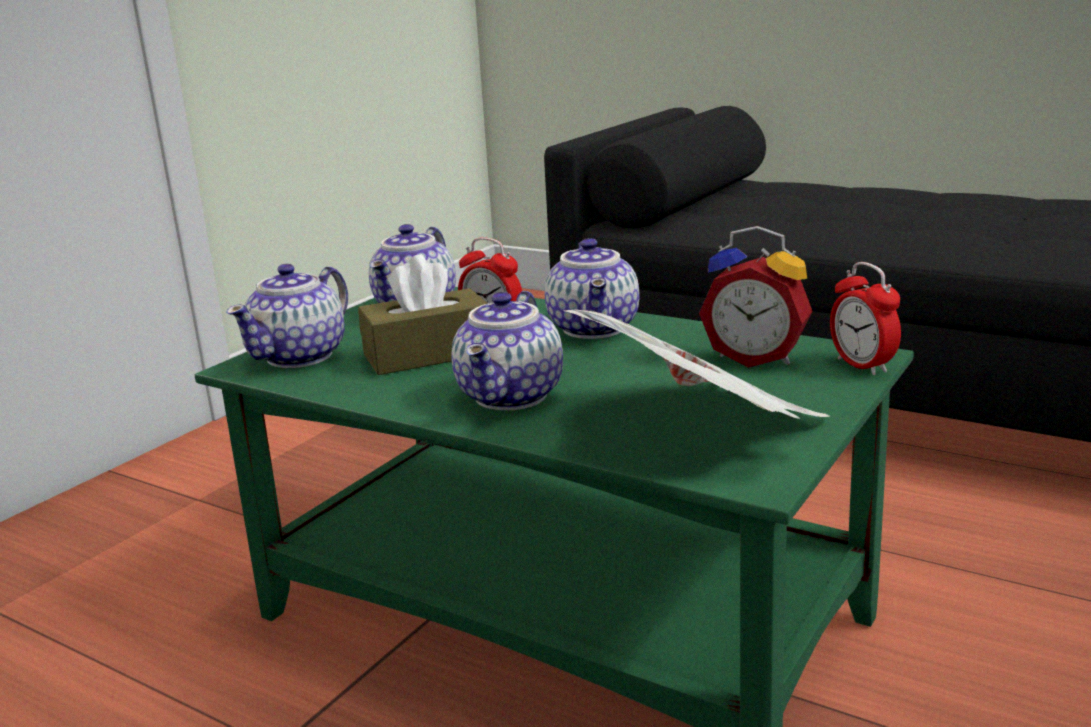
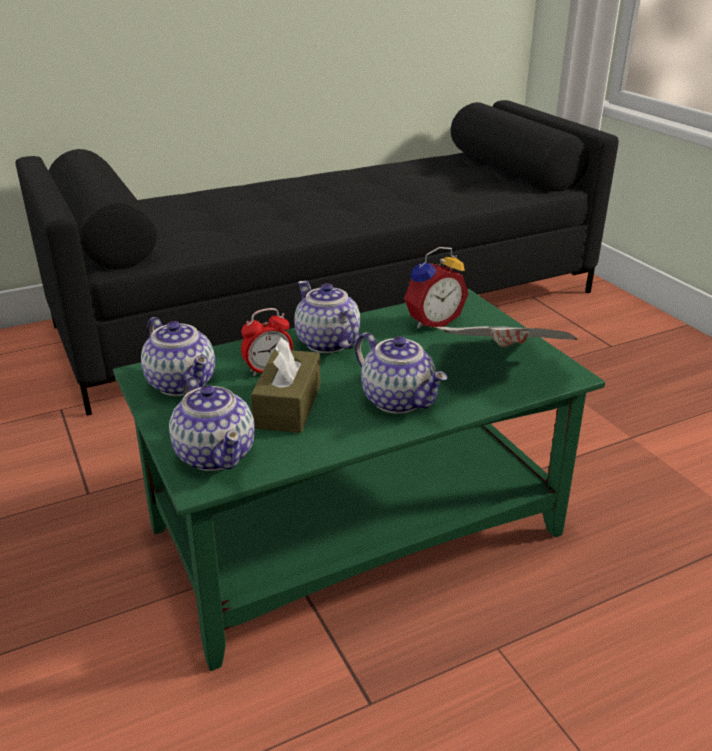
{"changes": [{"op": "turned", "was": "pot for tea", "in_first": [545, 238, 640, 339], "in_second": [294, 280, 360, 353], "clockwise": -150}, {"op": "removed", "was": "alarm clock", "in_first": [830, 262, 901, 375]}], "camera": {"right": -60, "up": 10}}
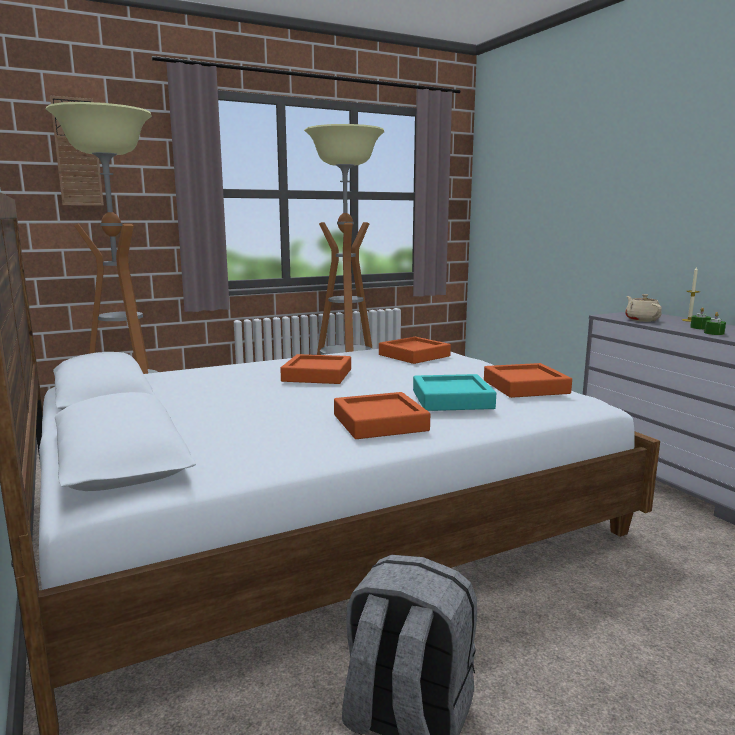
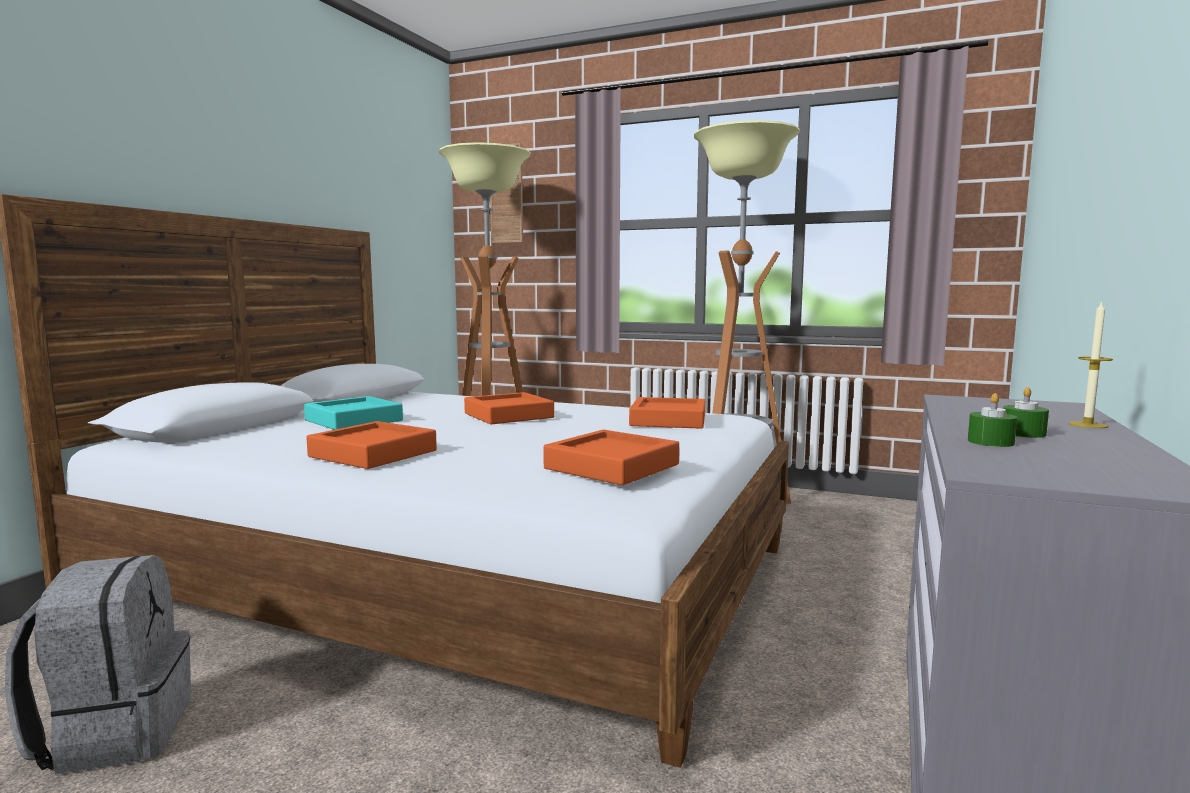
{"changes": [{"op": "removed", "was": "sand-coloured pot for tea", "in_first": [625, 294, 662, 322]}, {"op": "moved", "was": "turquoise-coloured tray", "in_first": [413, 374, 496, 411], "in_second": [304, 396, 403, 430]}], "camera": {"right": 50, "up": -5}}
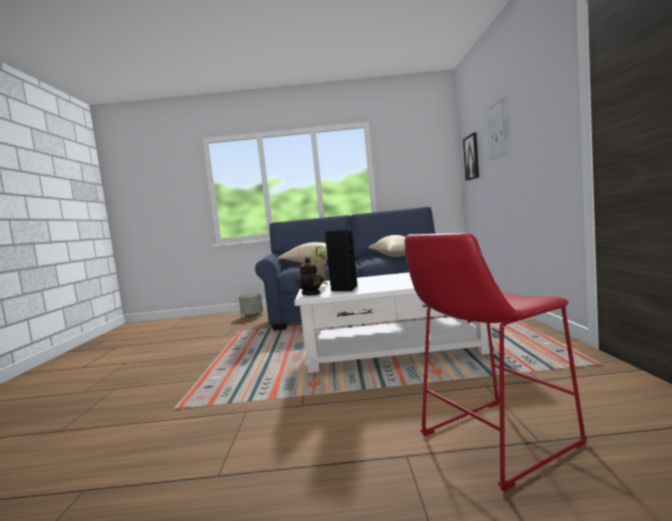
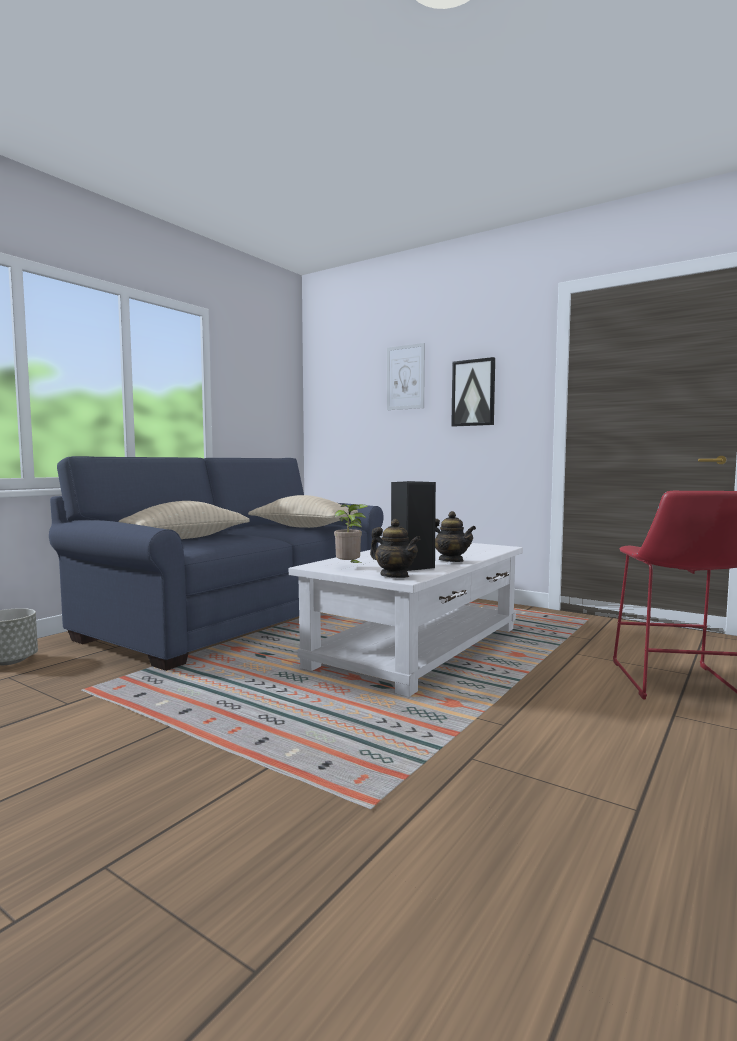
{"changes": [{"op": "moved", "was": "wall art", "in_first": [463, 132, 479, 181], "in_second": [451, 357, 495, 427]}, {"op": "added", "now": "pot for tea", "in_second": [435, 511, 476, 562]}], "camera": {"right": -55, "up": 0}}
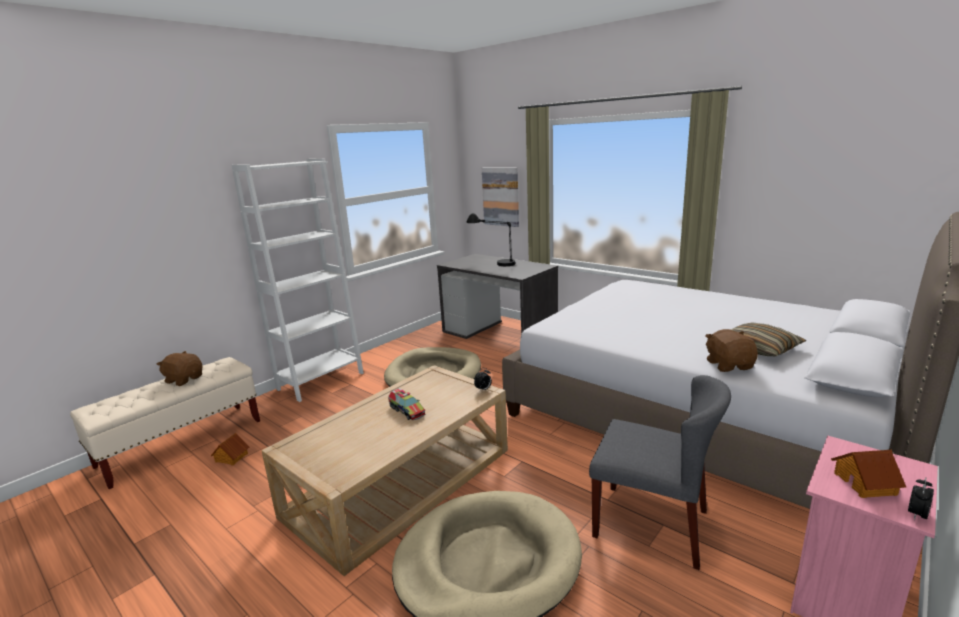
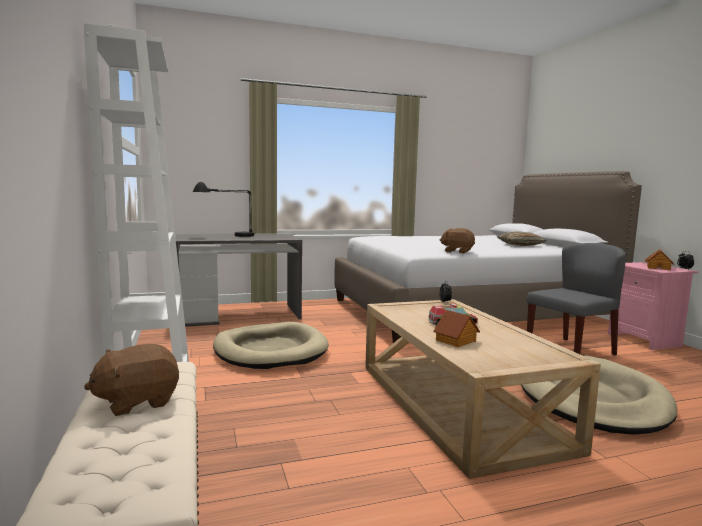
{"changes": [{"op": "removed", "was": "wall art", "in_first": [482, 167, 519, 227]}, {"op": "moved", "was": "brown-coloured soft toy", "in_first": [705, 329, 758, 372], "in_second": [440, 228, 475, 253]}, {"op": "moved", "was": "toy house", "in_first": [211, 433, 249, 465], "in_second": [434, 310, 480, 348]}], "camera": {"right": -60, "up": -10}}
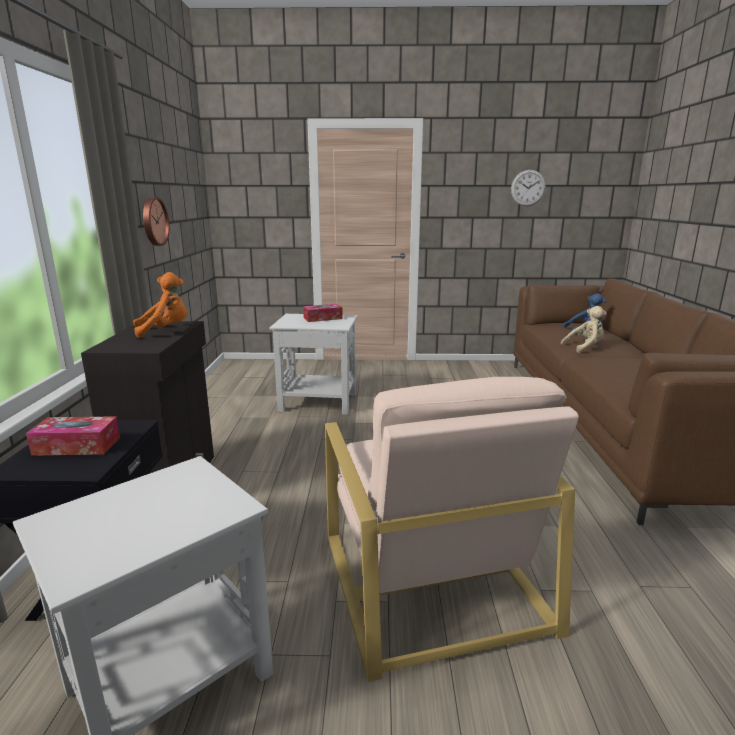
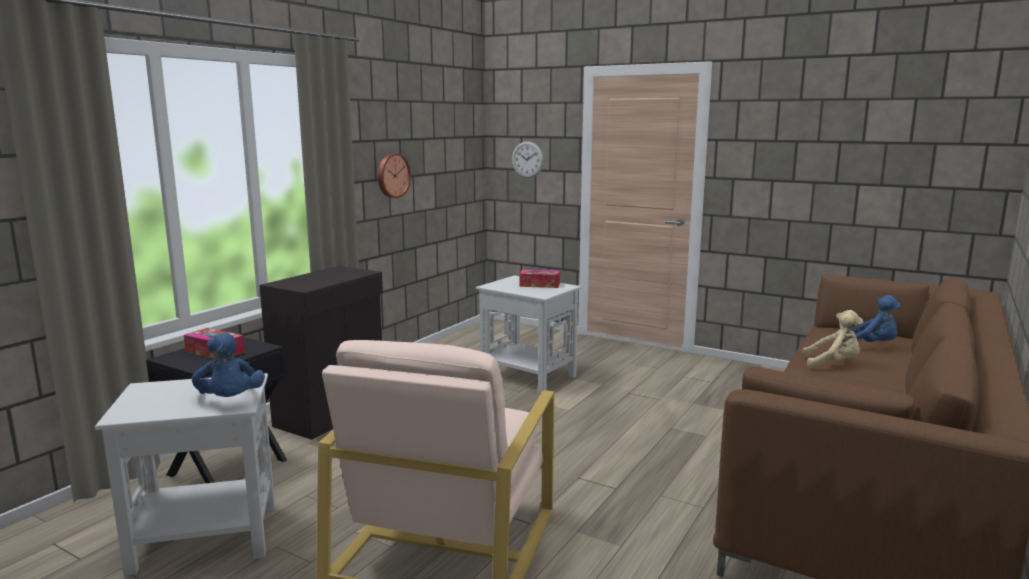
{"changes": [{"op": "moved", "was": "wall clock", "in_first": [511, 170, 546, 206], "in_second": [512, 141, 544, 178]}, {"op": "removed", "was": "orange soft toy", "in_first": [133, 272, 187, 338]}, {"op": "added", "now": "bluish soft toy", "in_second": [192, 333, 265, 397]}], "camera": {"right": 30, "up": -5}}
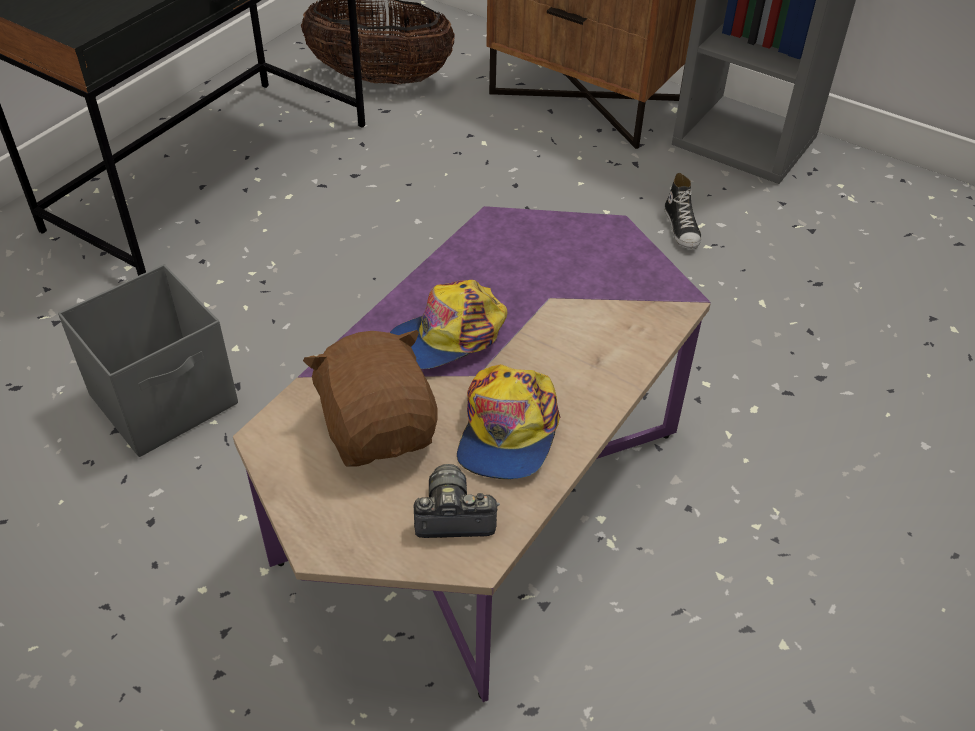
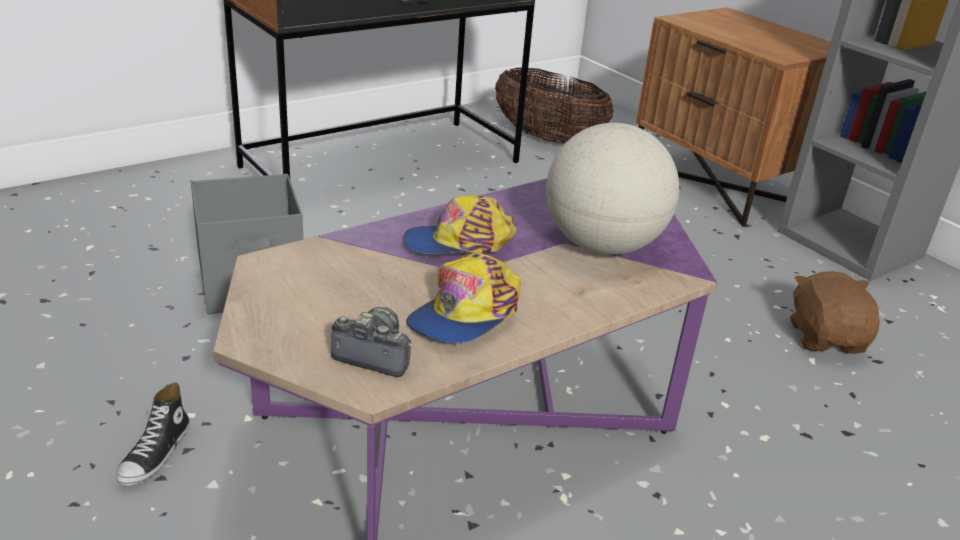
{"changes": [{"op": "moved", "was": "low shoe", "in_first": [664, 173, 701, 249], "in_second": [116, 382, 190, 486]}, {"op": "moved", "was": "brown-coloured soft toy", "in_first": [303, 330, 438, 467], "in_second": [790, 271, 880, 354]}, {"op": "added", "now": "globe", "in_second": [546, 123, 679, 255]}], "camera": {"right": 20, "up": -15}}
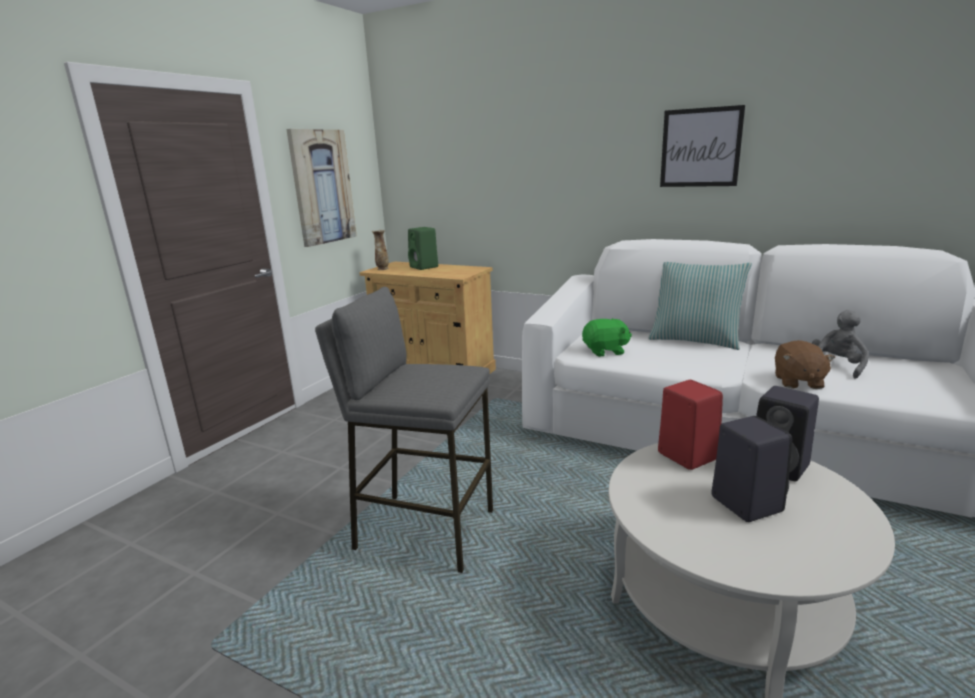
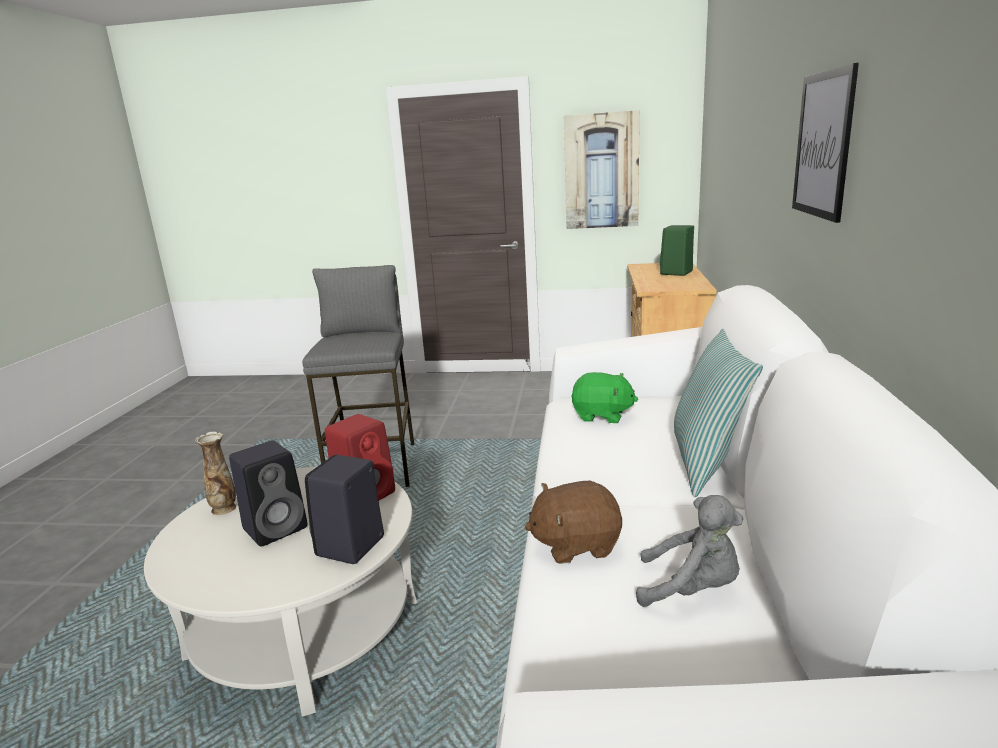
{"changes": [{"op": "moved", "was": "vase", "in_first": [372, 230, 389, 270], "in_second": [195, 431, 236, 515]}, {"op": "turned", "was": "green soft toy", "in_first": [582, 318, 632, 357], "in_second": [571, 372, 638, 423], "clockwise": -45}], "camera": {"right": 70, "up": 0}}
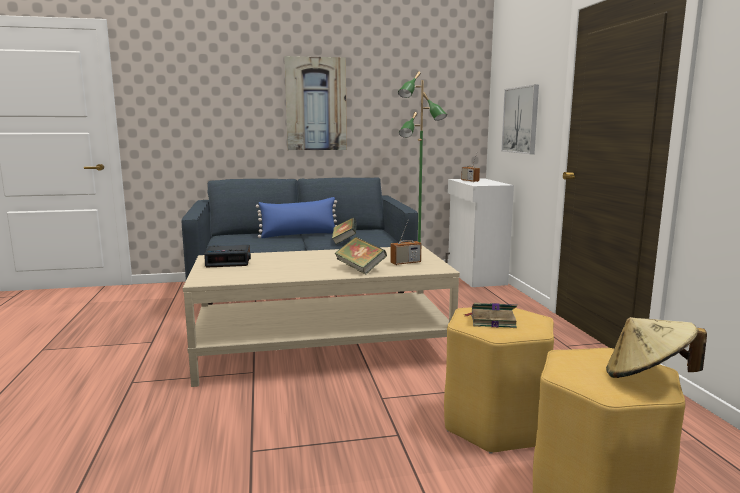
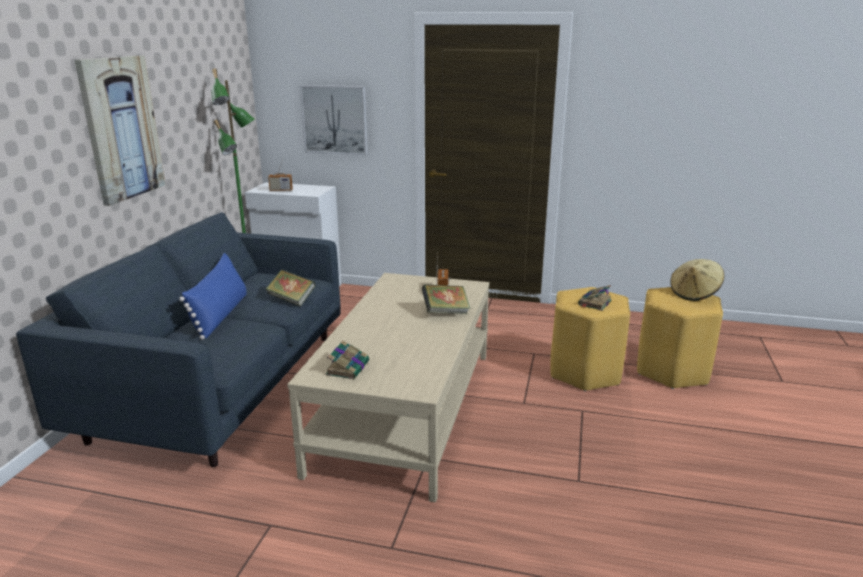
{"changes": [{"op": "replaced", "was": "alarm clock", "now": "volume", "in_first": [204, 245, 251, 267], "in_second": [326, 340, 369, 379]}], "camera": {"right": -65, "up": 10}}
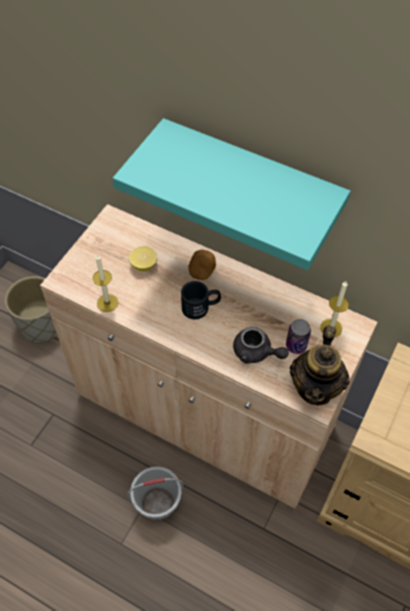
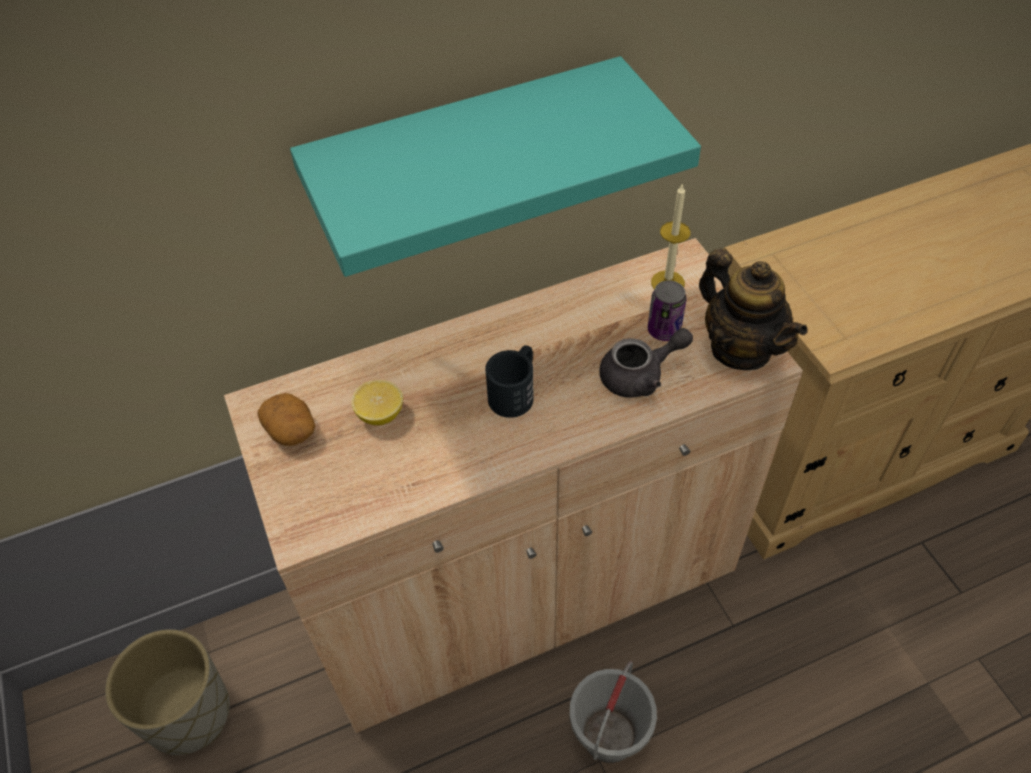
{"changes": [{"op": "moved", "was": "potato", "in_first": [189, 249, 216, 280], "in_second": [258, 393, 315, 446]}, {"op": "removed", "was": "wax candle", "in_first": [93, 254, 118, 312]}], "camera": {"right": -50, "up": -5}}
